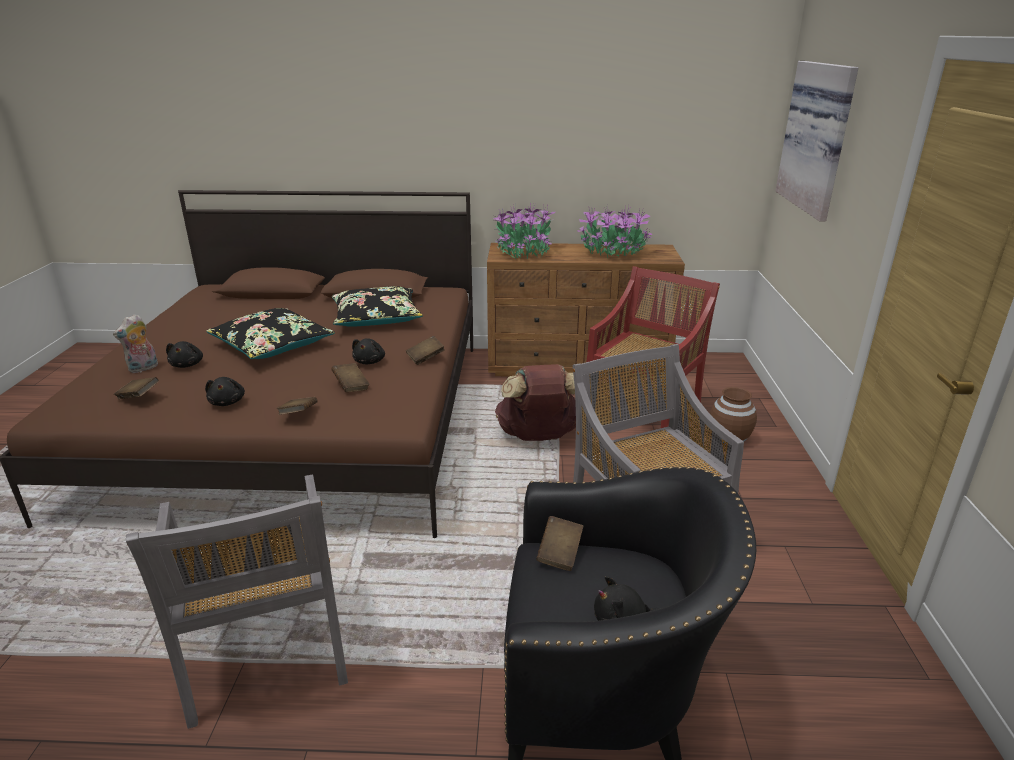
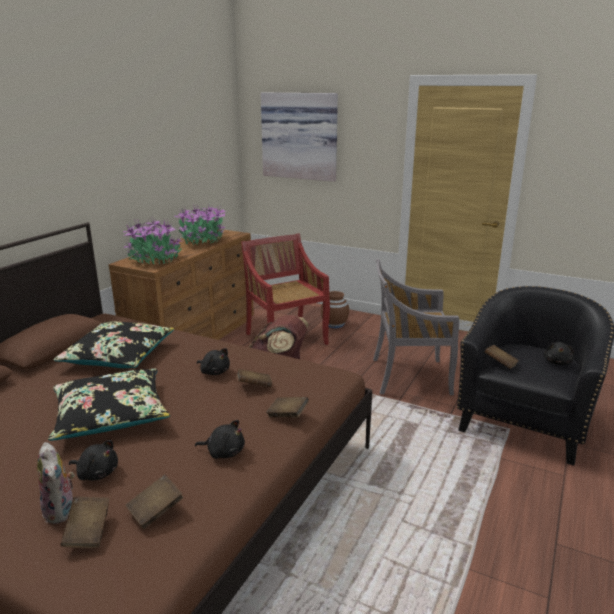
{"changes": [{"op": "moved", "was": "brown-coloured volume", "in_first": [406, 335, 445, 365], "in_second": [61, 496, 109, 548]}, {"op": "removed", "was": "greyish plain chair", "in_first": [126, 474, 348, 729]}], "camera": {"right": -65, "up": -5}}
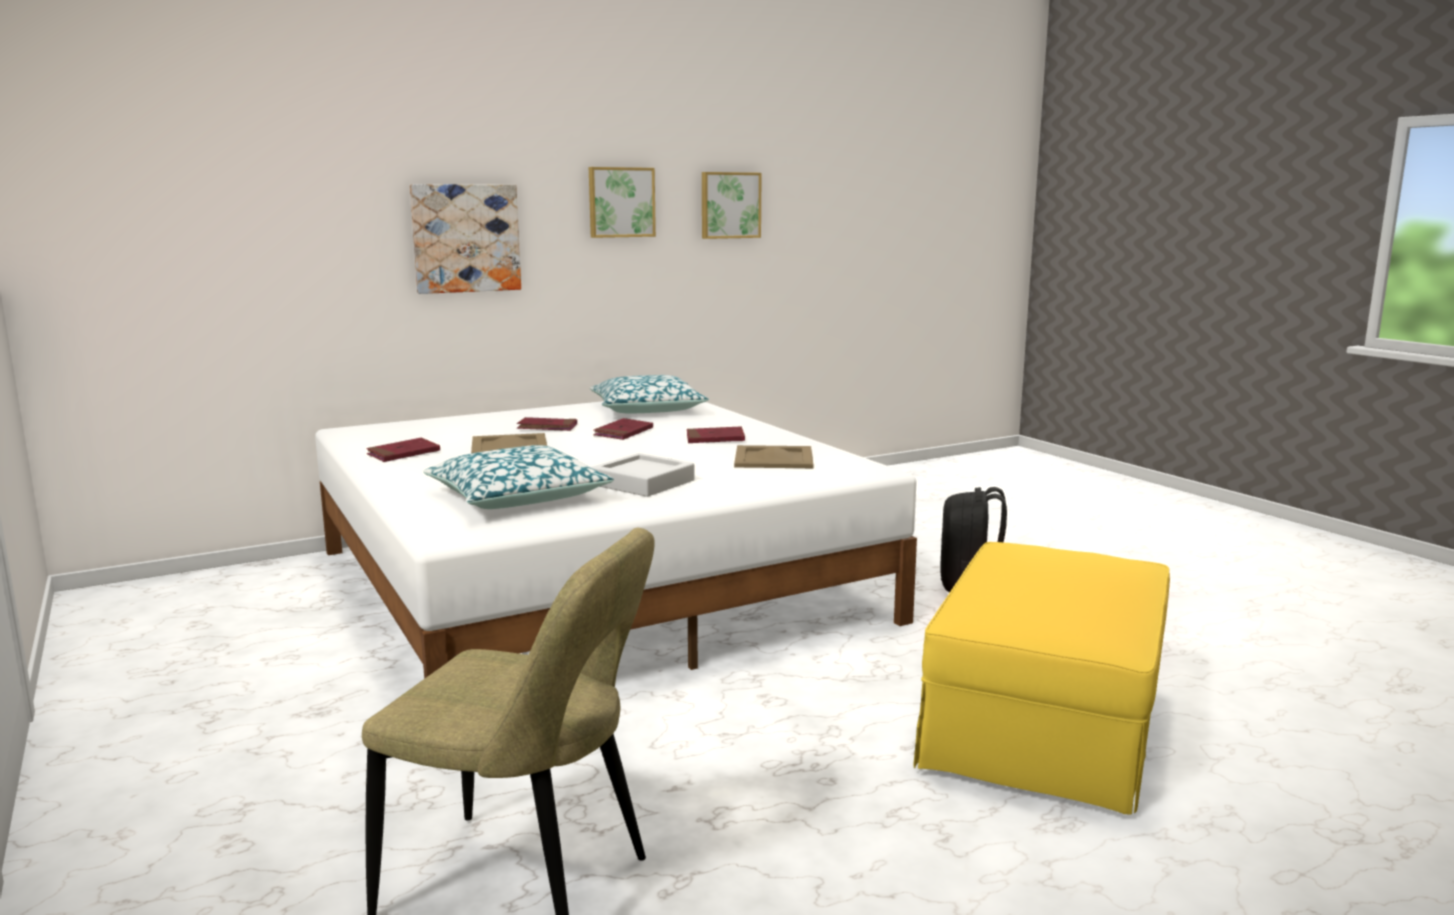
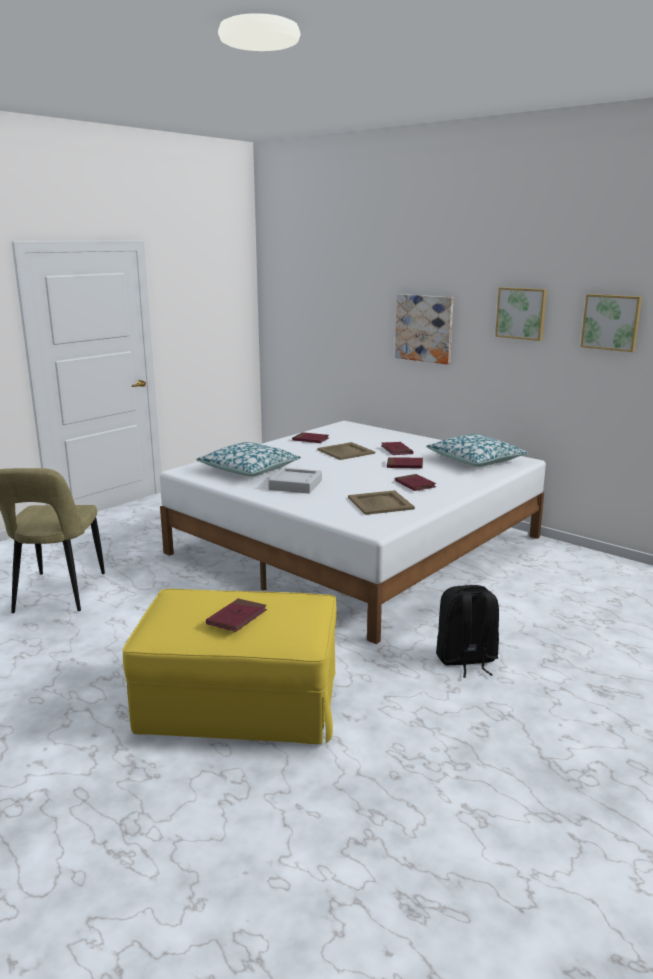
{"changes": [{"op": "added", "now": "red volume", "in_second": [206, 598, 267, 632]}], "camera": {"right": 70, "up": 5}}
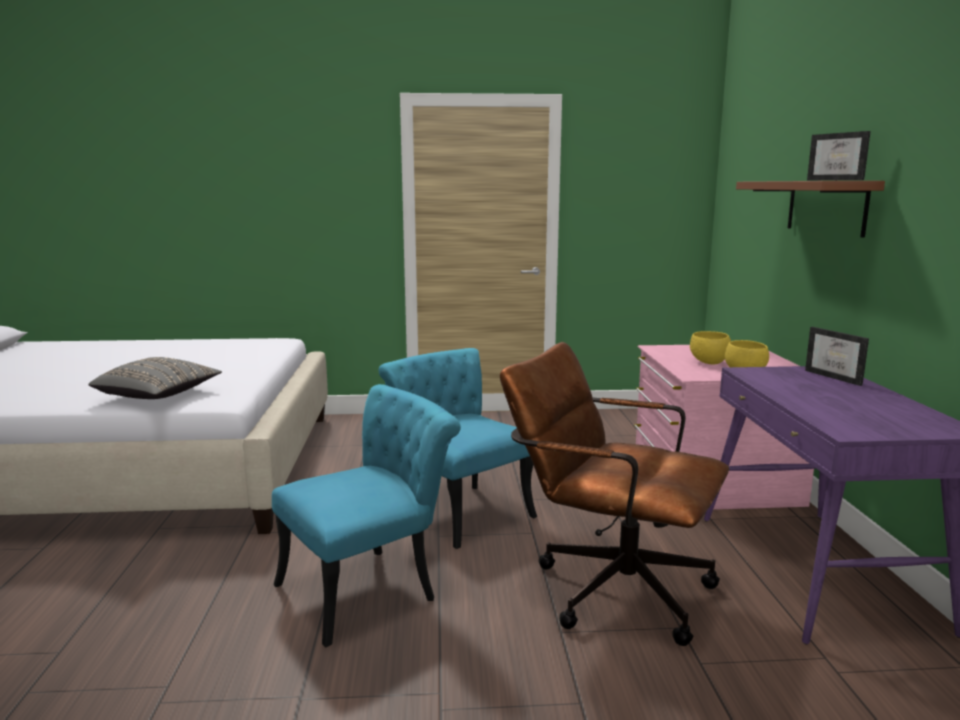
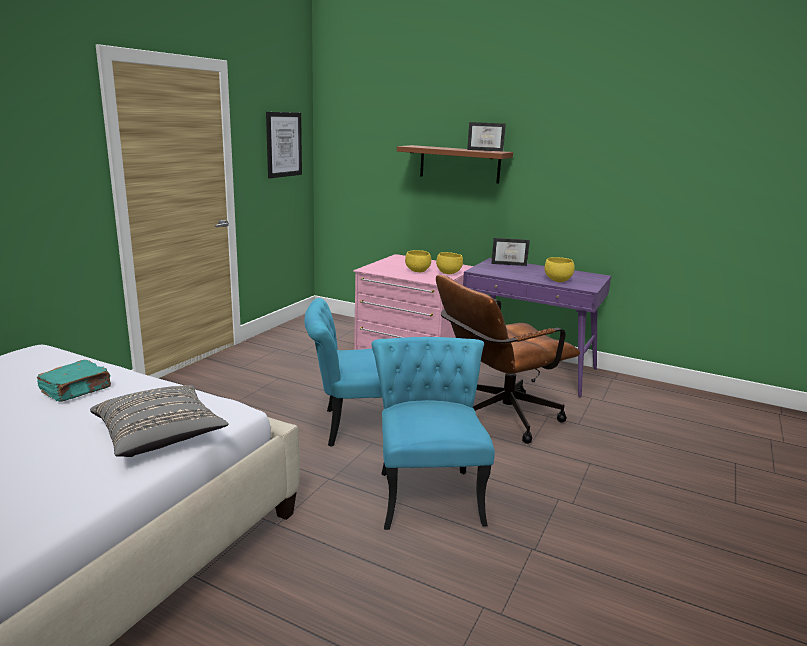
{"changes": [{"op": "added", "now": "wall art", "in_second": [266, 112, 302, 178]}, {"op": "added", "now": "yellowish deep dish", "in_second": [544, 257, 575, 282]}, {"op": "added", "now": "turquoise-coloured volume", "in_second": [37, 360, 111, 402]}], "camera": {"right": -60, "up": 5}}
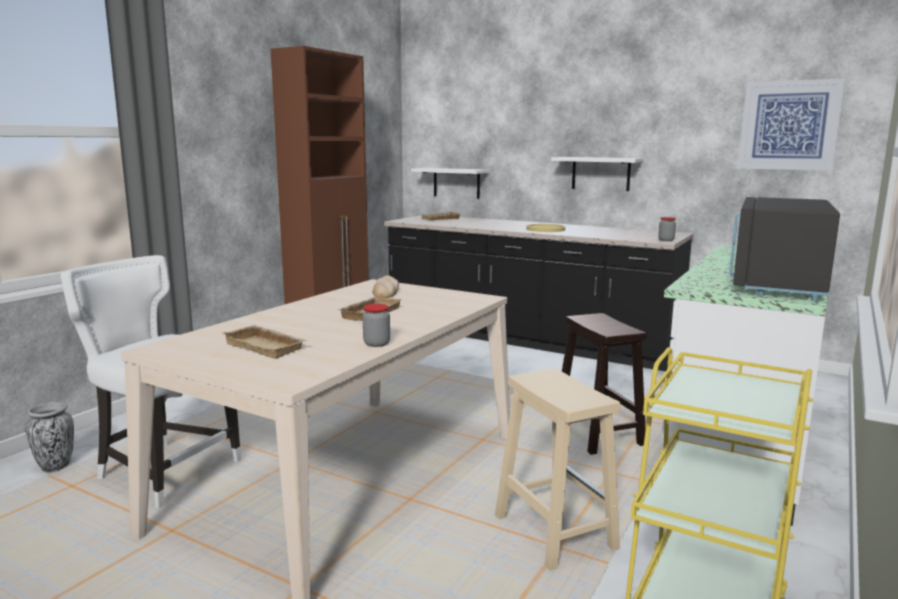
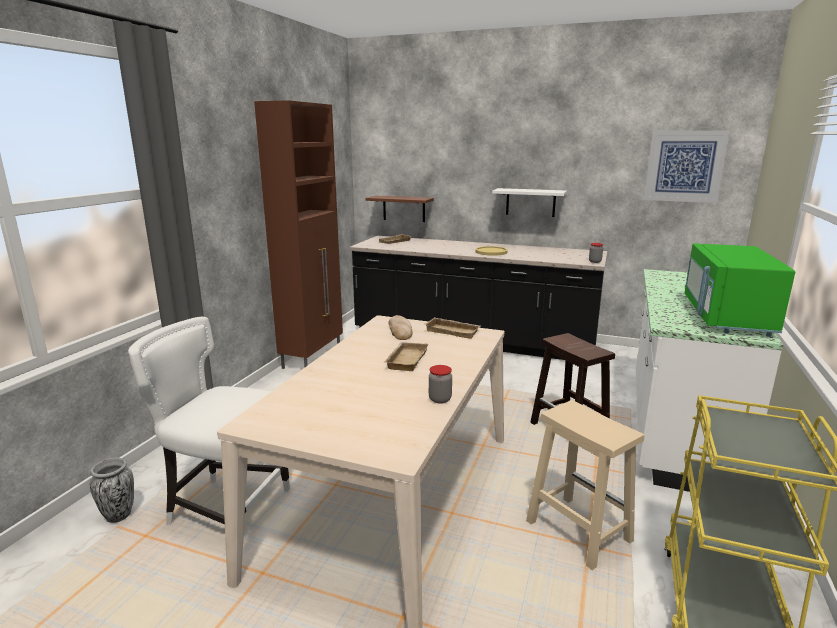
{"changes": [{"op": "recoloured", "was": "white-coloured shelf", "now": "brown-coloured shelf", "in_first": [411, 168, 490, 198], "in_second": [365, 195, 434, 222]}, {"op": "recoloured", "was": "black-coloured kitchen microwave", "now": "green kitchen microwave", "in_first": [729, 197, 840, 301], "in_second": [685, 243, 795, 337]}, {"op": "moved", "was": "sand-coloured tray", "in_first": [221, 325, 308, 359], "in_second": [425, 317, 480, 339]}], "camera": {"right": -10, "up": 5}}
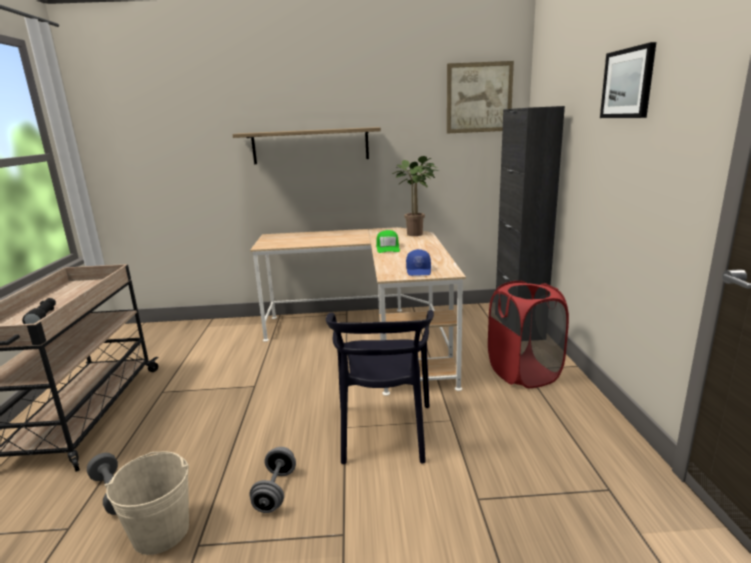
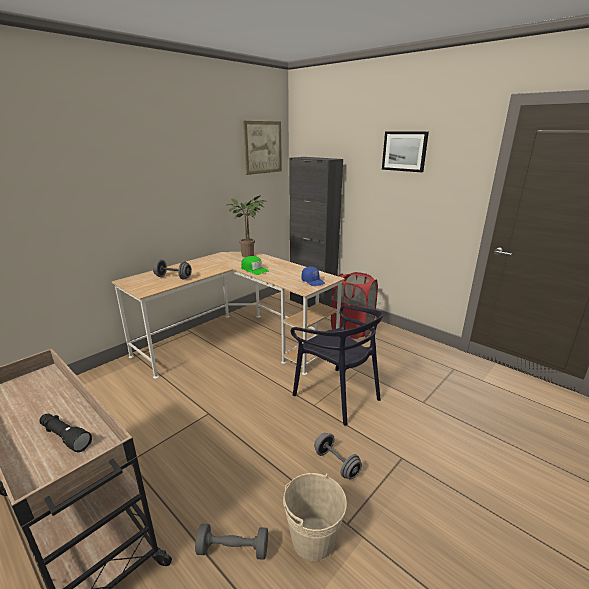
{"changes": [{"op": "removed", "was": "shelf", "in_first": [232, 127, 381, 164]}, {"op": "added", "now": "greyish dumbbell", "in_second": [153, 260, 192, 279]}], "camera": {"right": -45, "up": 5}}
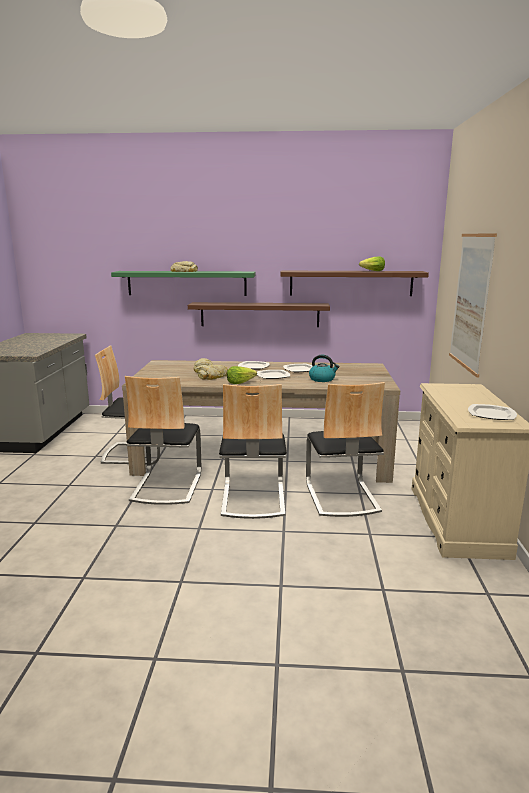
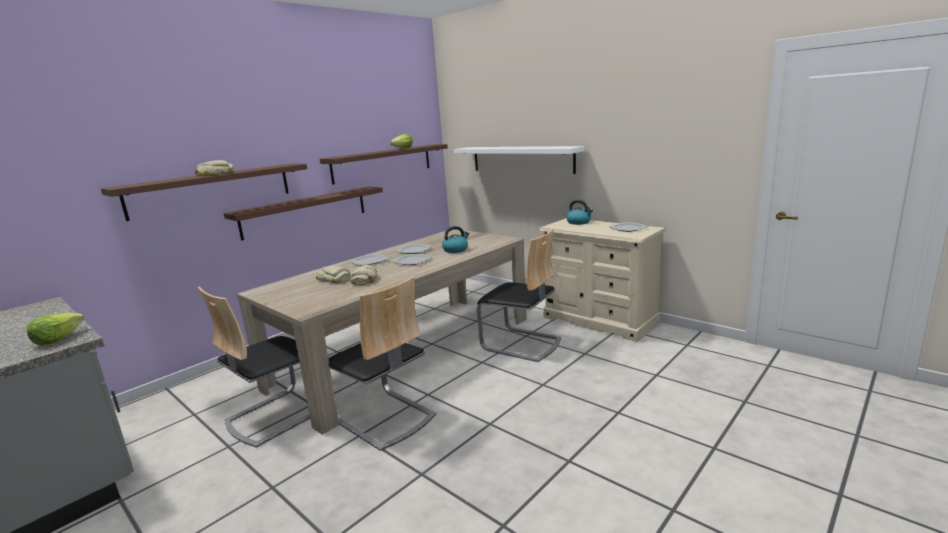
{"changes": [{"op": "replaced", "was": "wall art", "now": "white-coloured shelf", "in_first": [449, 234, 497, 377], "in_second": [454, 146, 585, 174]}, {"op": "recoloured", "was": "green shelf", "now": "brown-coloured shelf", "in_first": [111, 271, 255, 296], "in_second": [101, 163, 307, 221]}, {"op": "moved", "was": "lettuce", "in_first": [227, 366, 257, 384], "in_second": [27, 313, 84, 345]}, {"op": "removed", "was": "plain chair", "in_first": [219, 384, 287, 519]}, {"op": "added", "now": "tea kettle", "in_second": [566, 200, 593, 225]}], "camera": {"right": -50, "up": 0}}
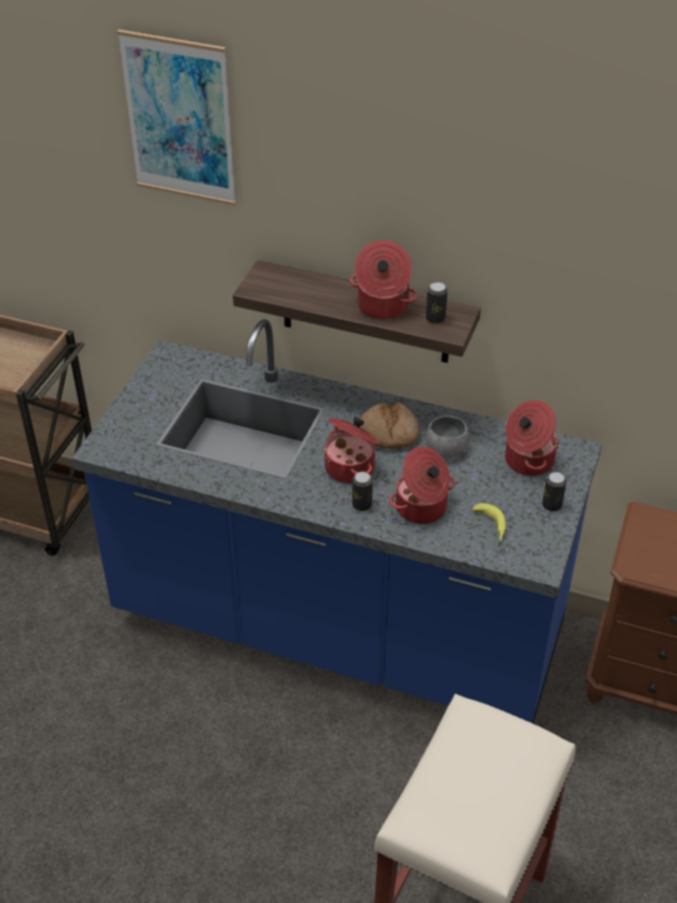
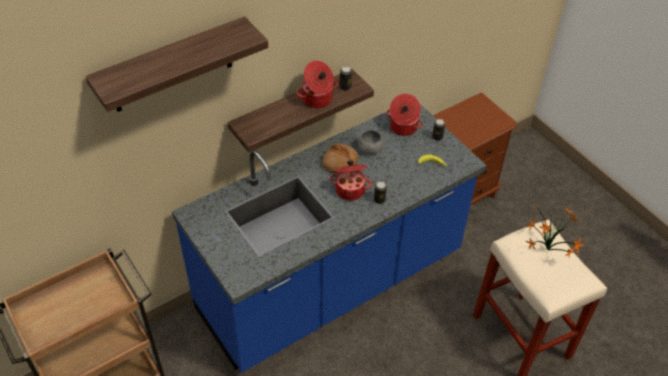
{"changes": [{"op": "replaced", "was": "wall art", "now": "shelf", "in_first": [117, 29, 236, 205], "in_second": [85, 16, 268, 112]}, {"op": "removed", "was": "stockpot", "in_first": [389, 447, 455, 524]}, {"op": "added", "now": "houseplant", "in_second": [526, 204, 585, 259]}], "camera": {"right": -55, "up": 5}}
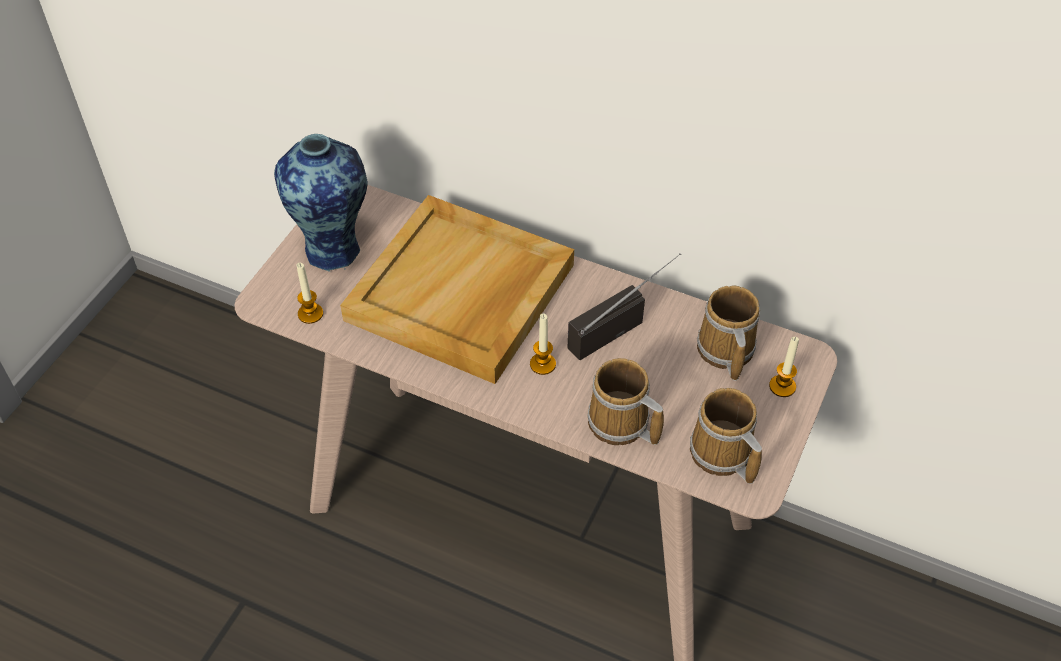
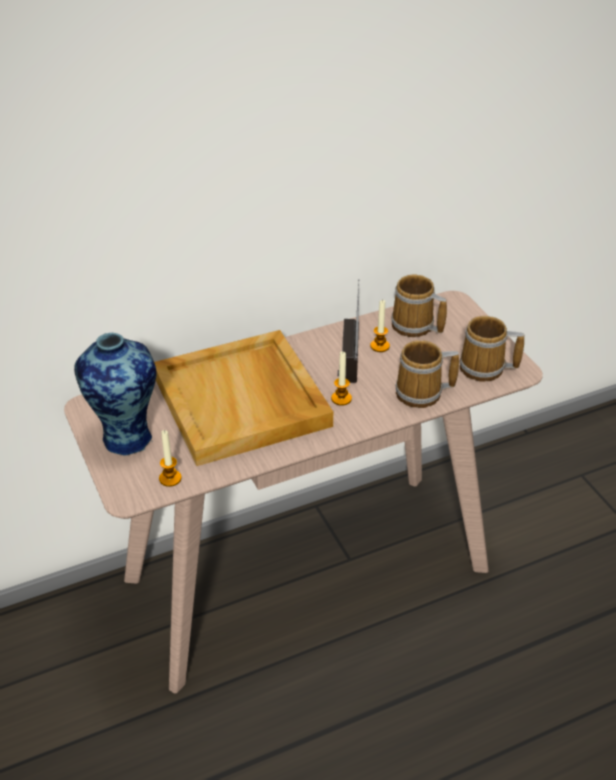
{"changes": [{"op": "moved", "was": "wax candle", "in_first": [769, 337, 799, 397], "in_second": [370, 300, 390, 352]}], "camera": {"right": -50, "up": -10}}
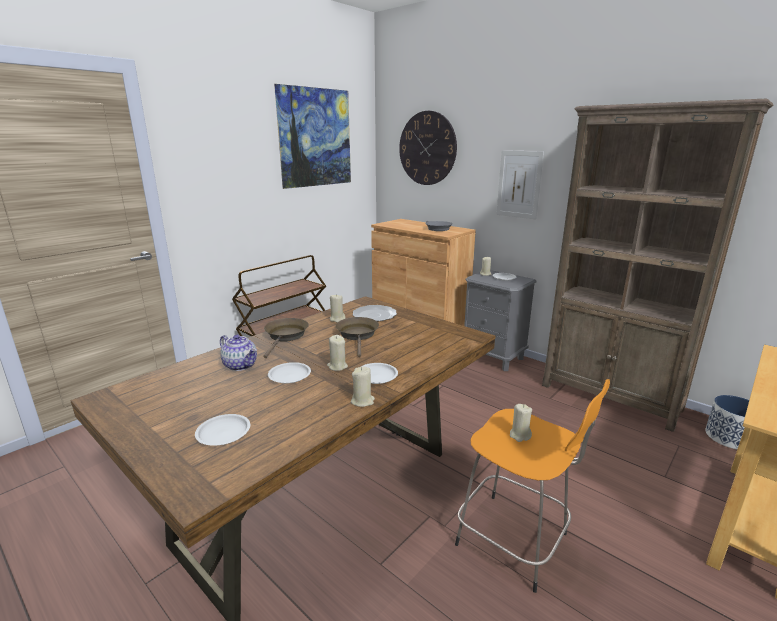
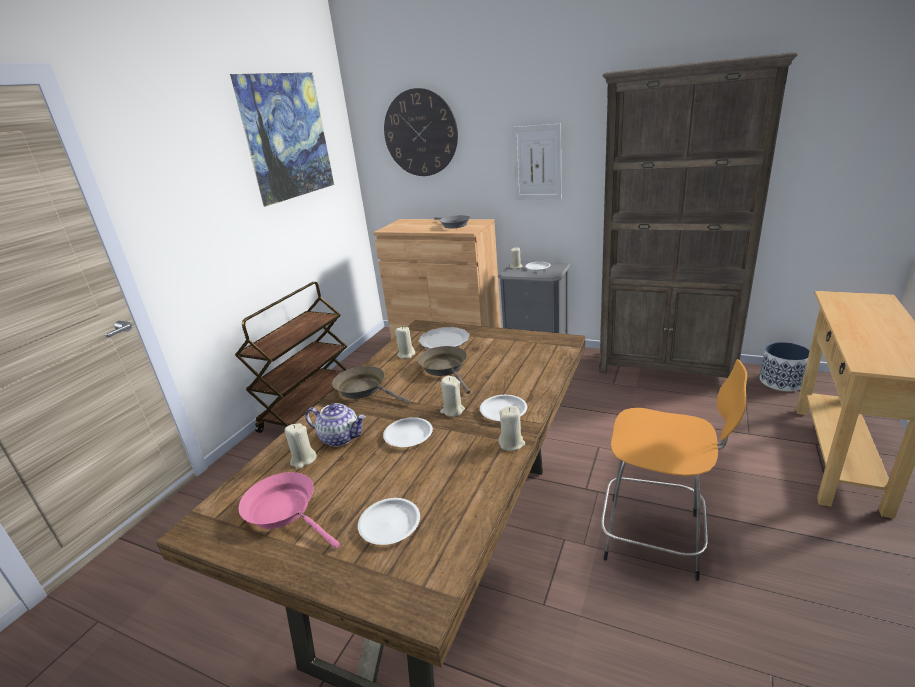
{"changes": [{"op": "turned", "was": "brown-coloured pan", "in_first": [263, 318, 309, 358], "in_second": [332, 366, 411, 404], "clockwise": -45}, {"op": "moved", "was": "sand-coloured wax candle", "in_first": [510, 404, 532, 442], "in_second": [285, 423, 317, 469]}, {"op": "added", "now": "pink-coloured pan", "in_second": [239, 472, 340, 548]}], "camera": {"right": -15, "up": 5}}
